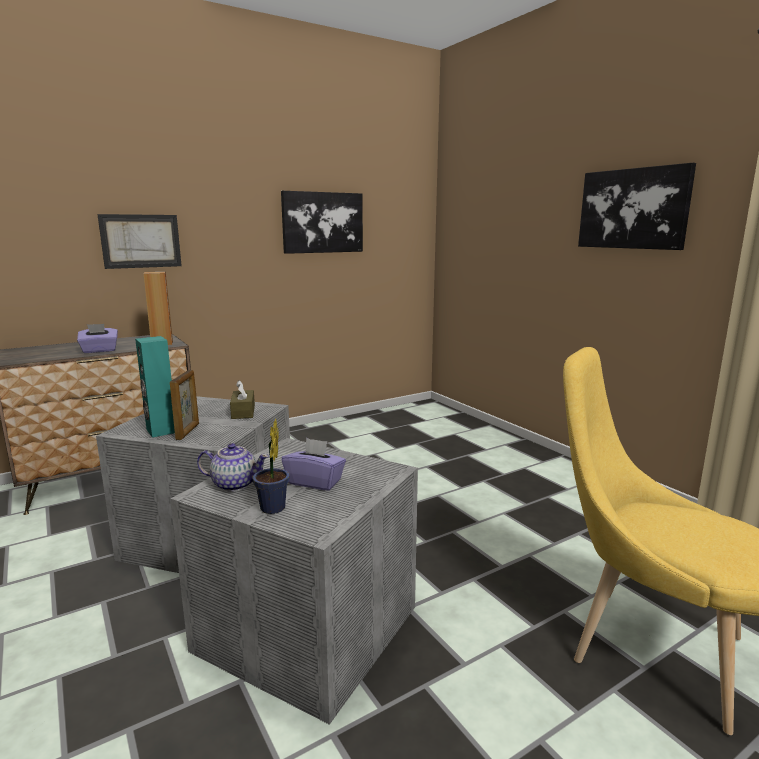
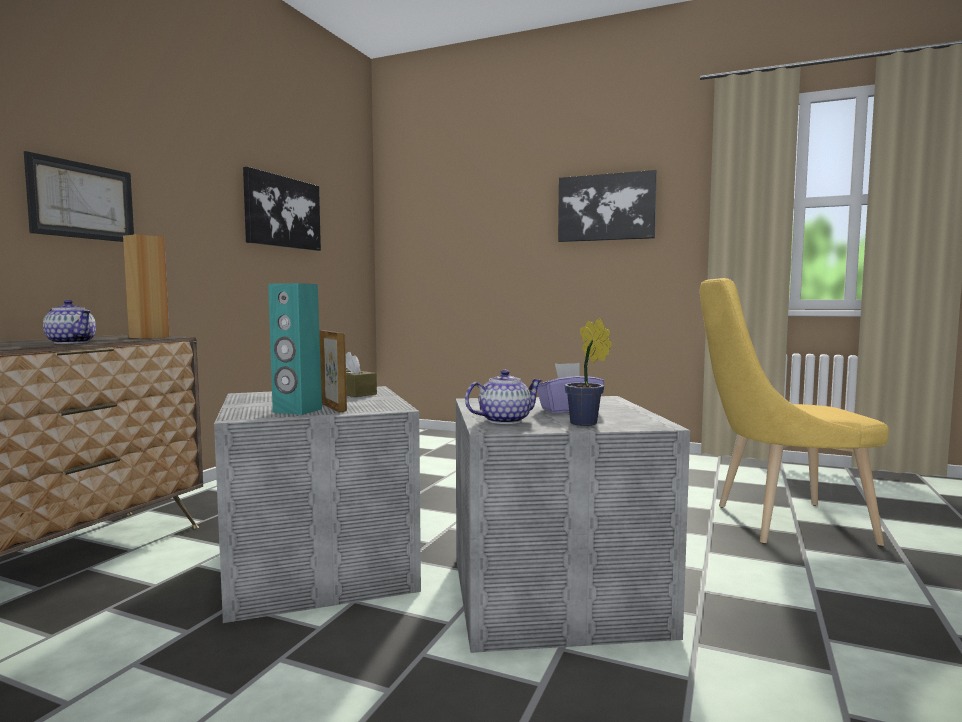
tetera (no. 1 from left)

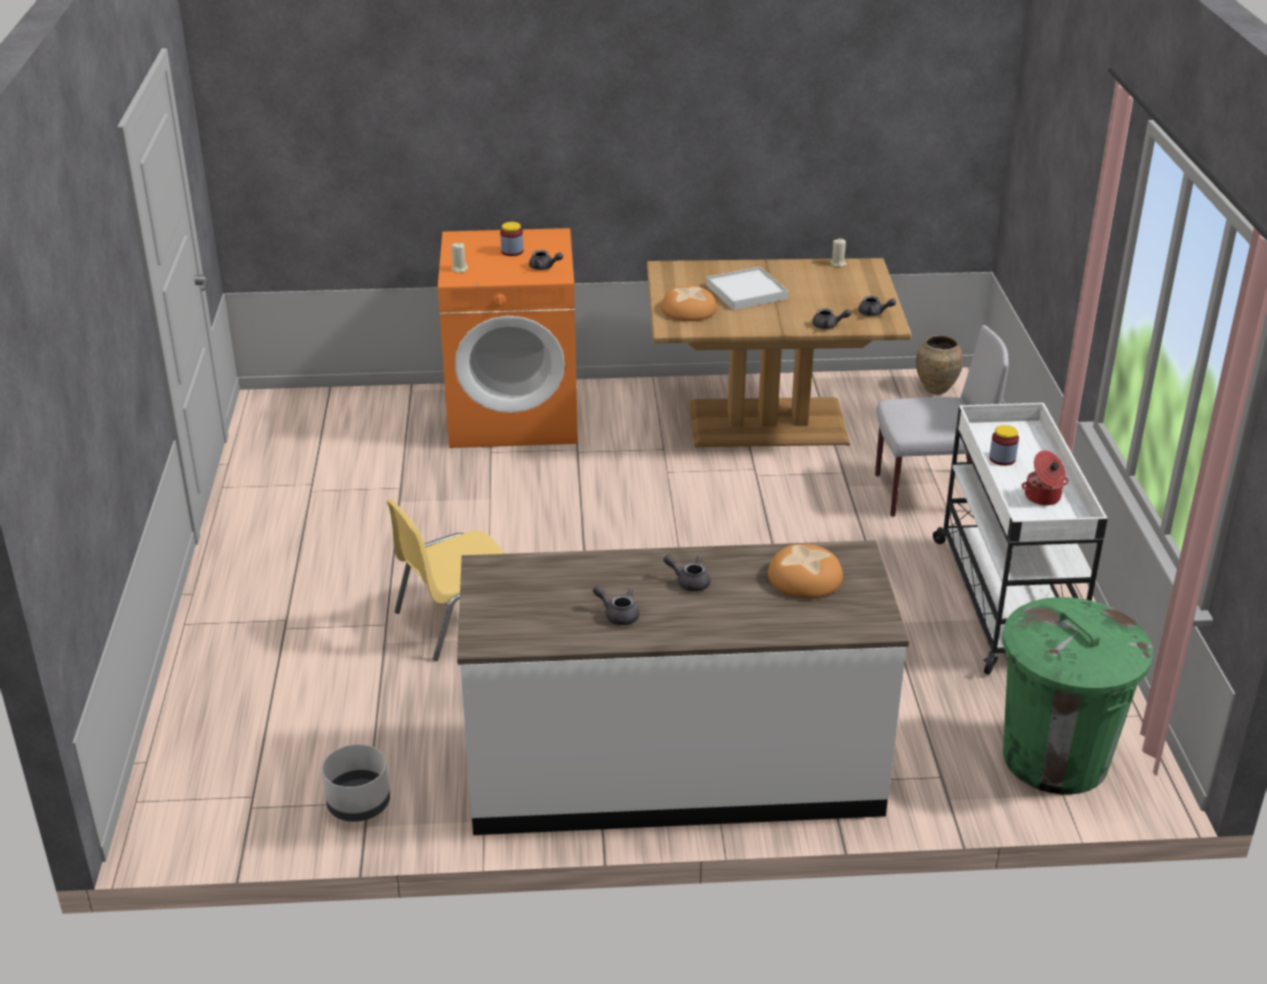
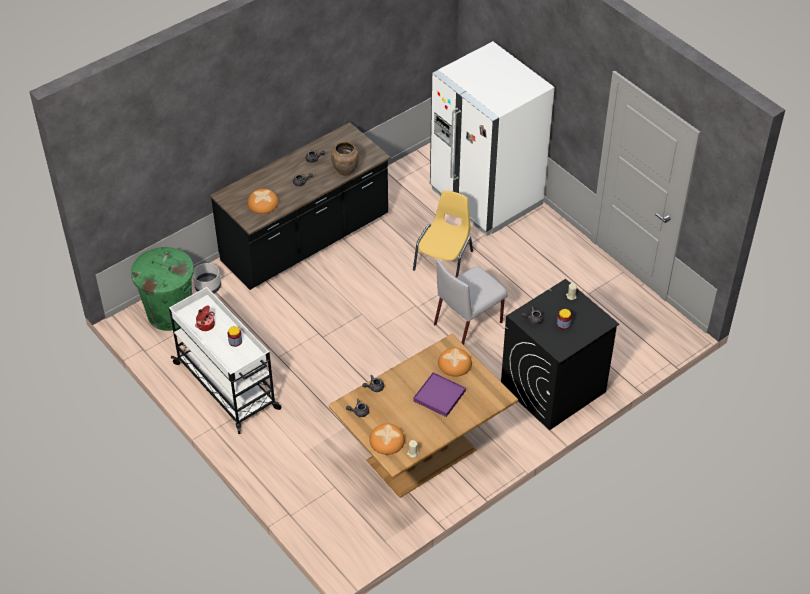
maceta (gris)
lavadora (negro)
mueble bajo de cocina (negro)
bandeja (morado)
silla (gris)
florero (marrón)
pan (no. 2 from left)
nevera (blanco)

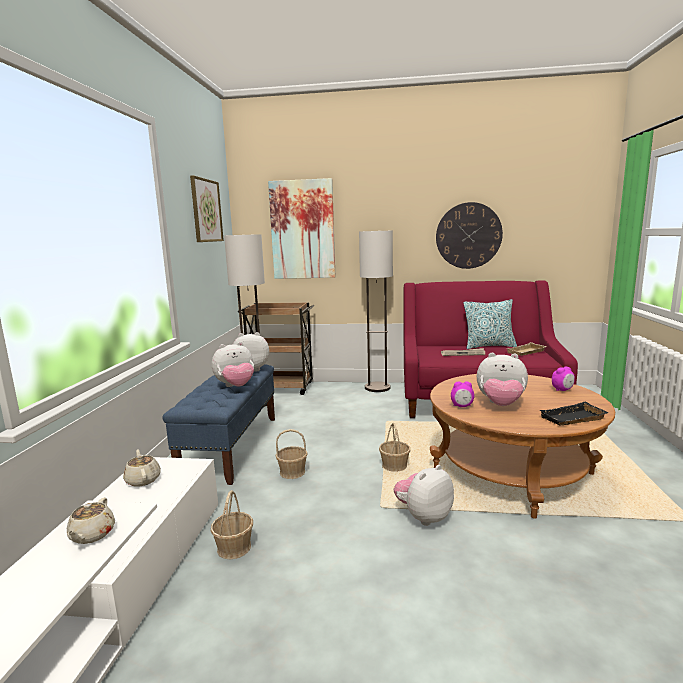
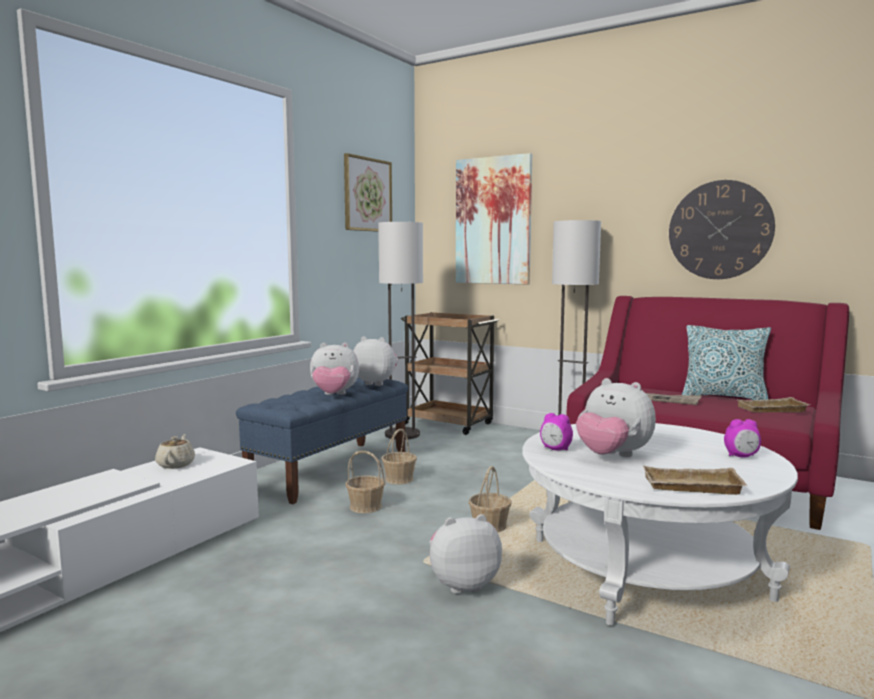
tetera (beis) (no. 1 from left in the first image)
cesta (no. 2 from left)
mesa de centro (blanco)
bandeja (beis) (no. 1 from left)

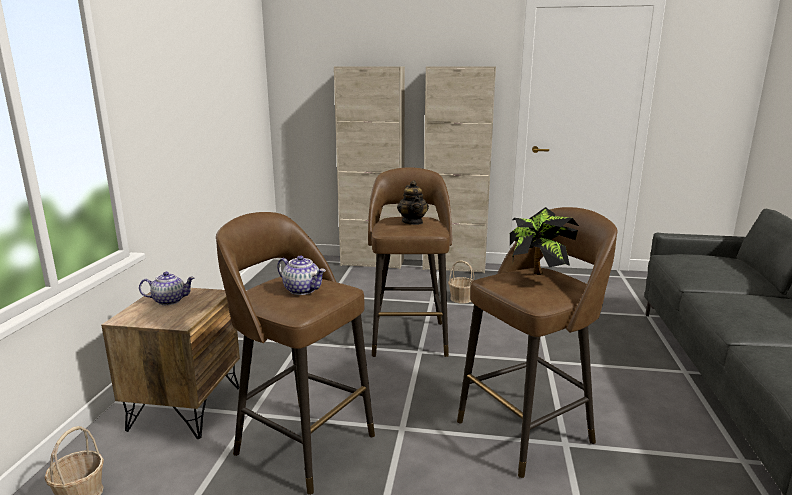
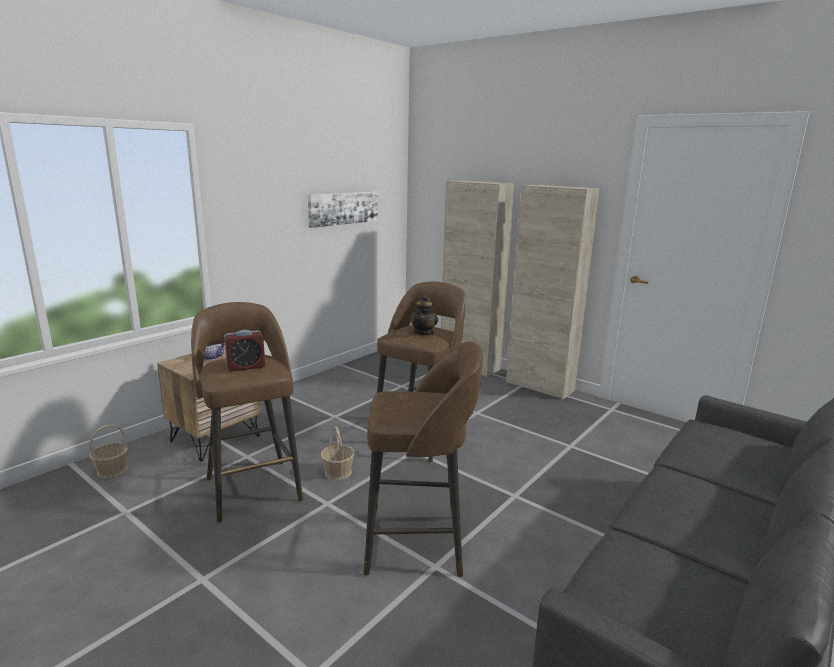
despertador
cesta (no. 2 from left)
planta en maceta
cuadro

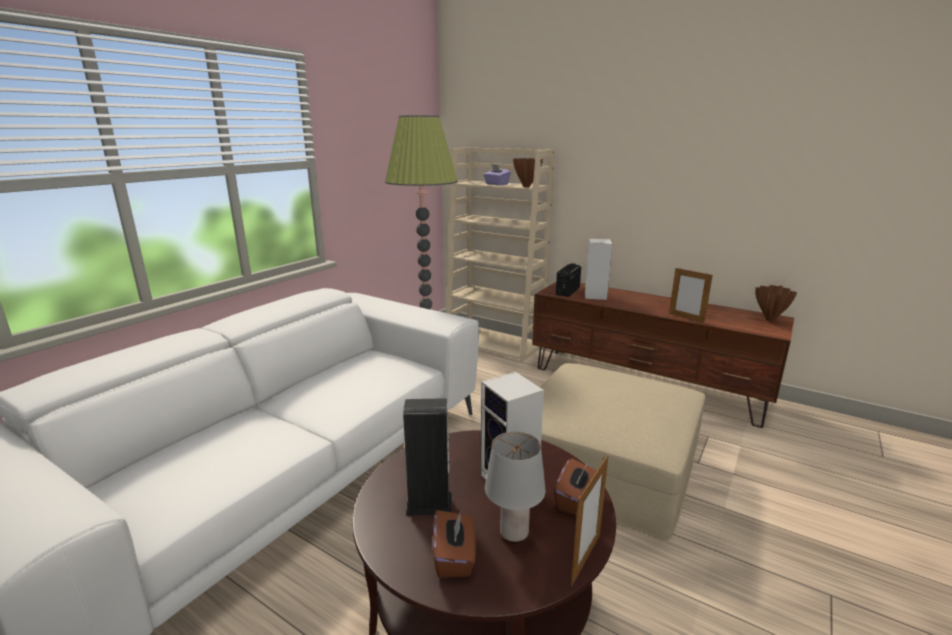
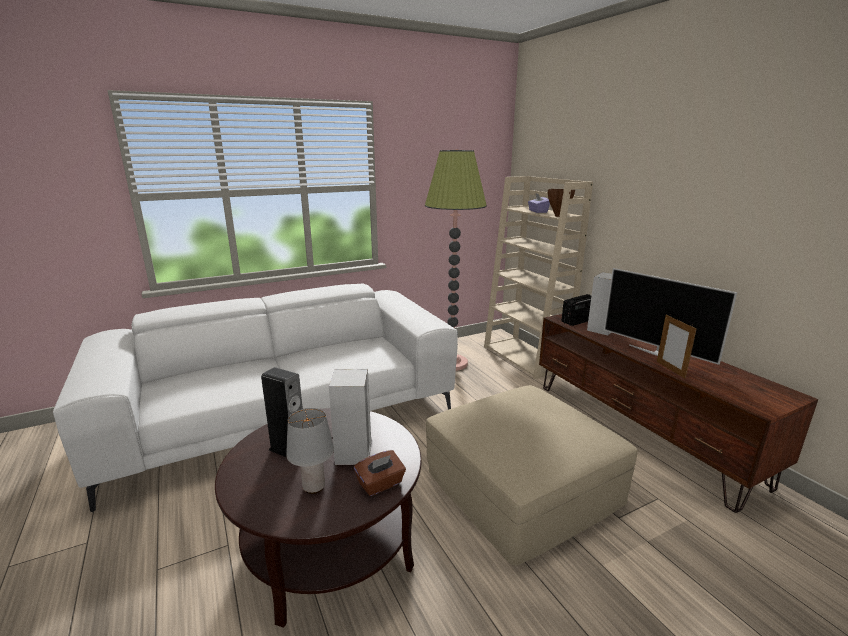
caja de pañuelos (marrón) (no. 1 from left in the first image)
portarretratos (no. 1 from left in the first image)
florero (marrón) (no. 2 from left in the first image)
televisor

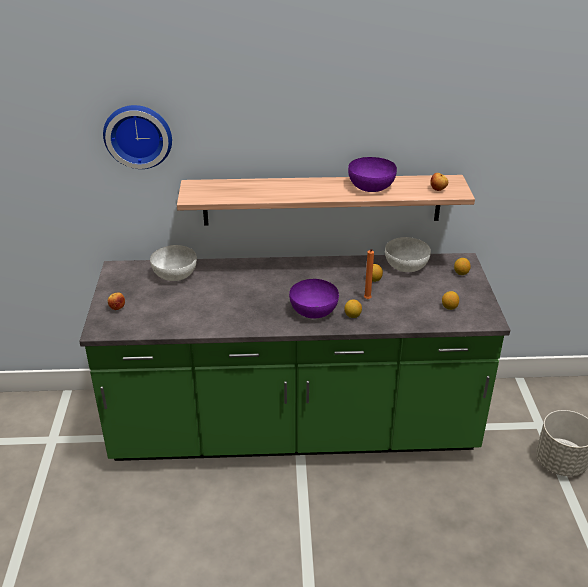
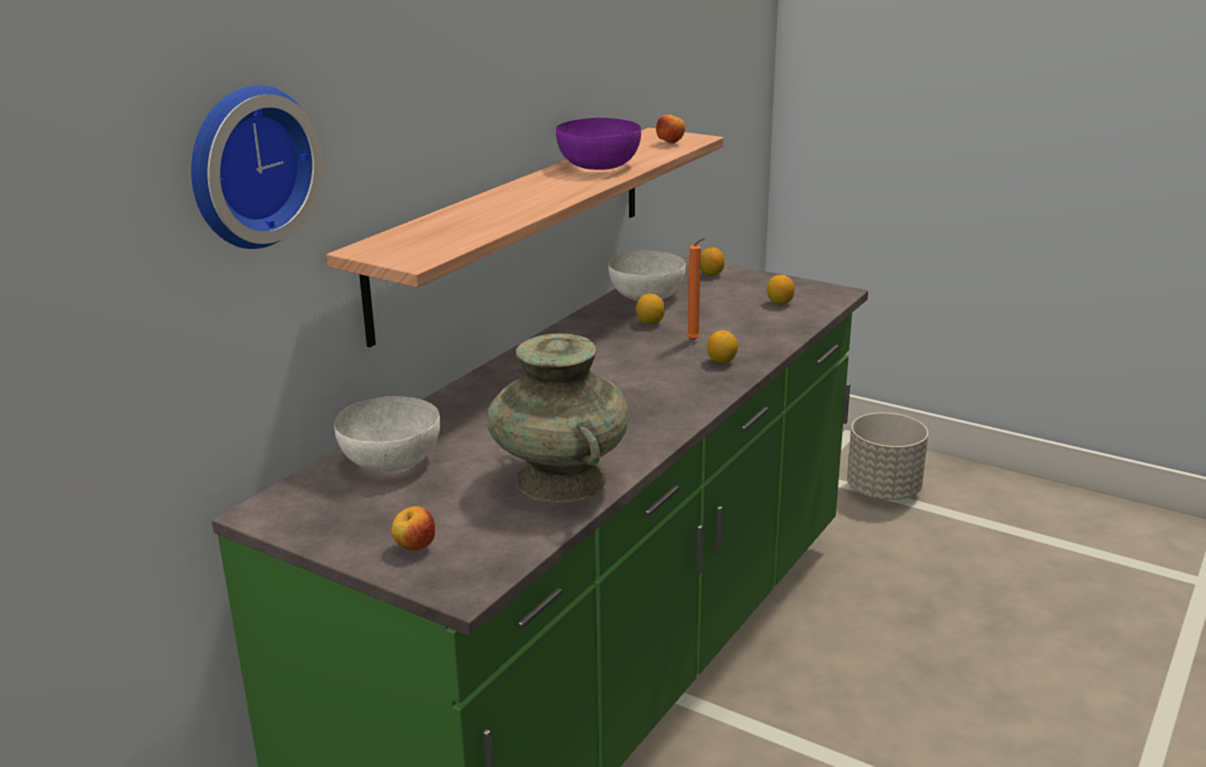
cuenco (morado) (no. 1 from left in the first image)
florero (turquesa)

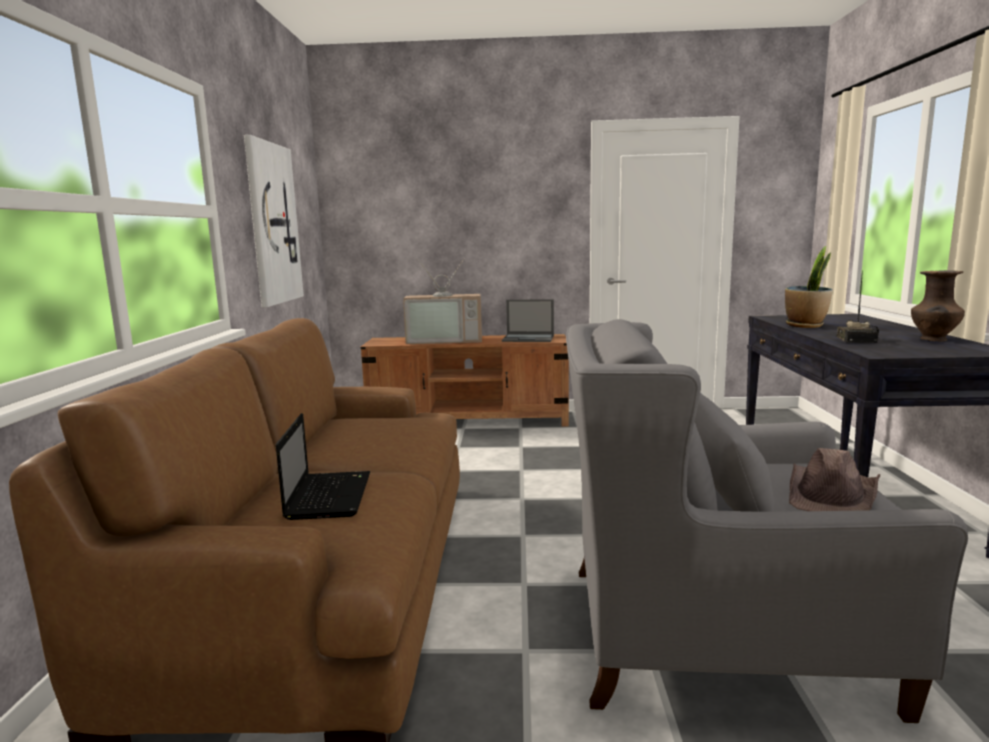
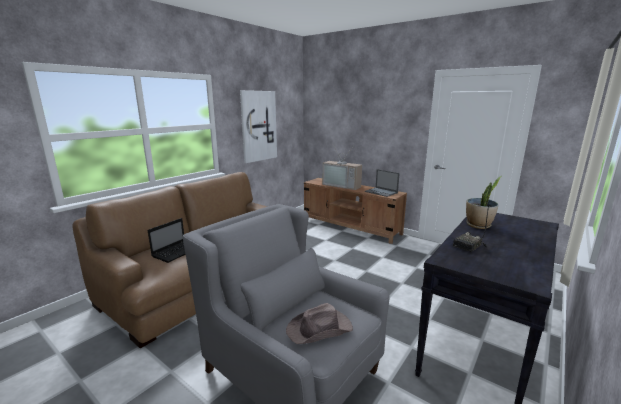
florero (marrón)

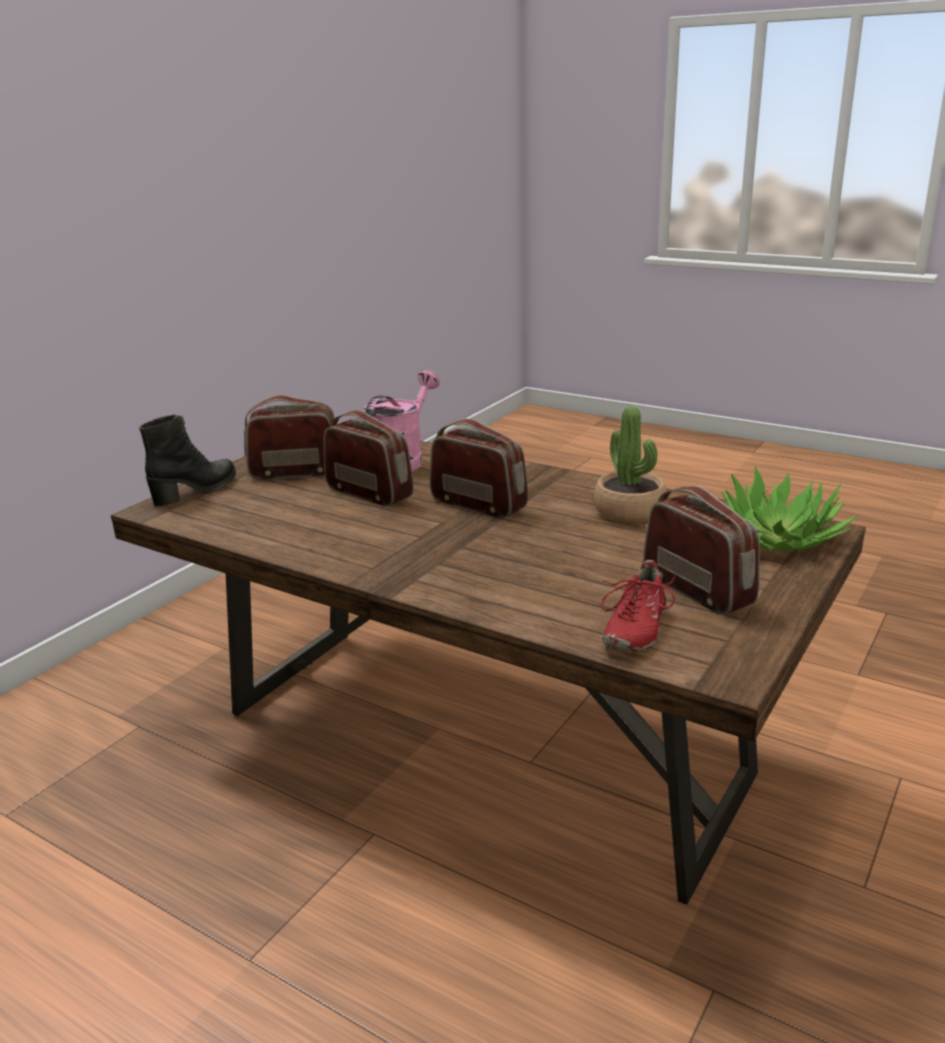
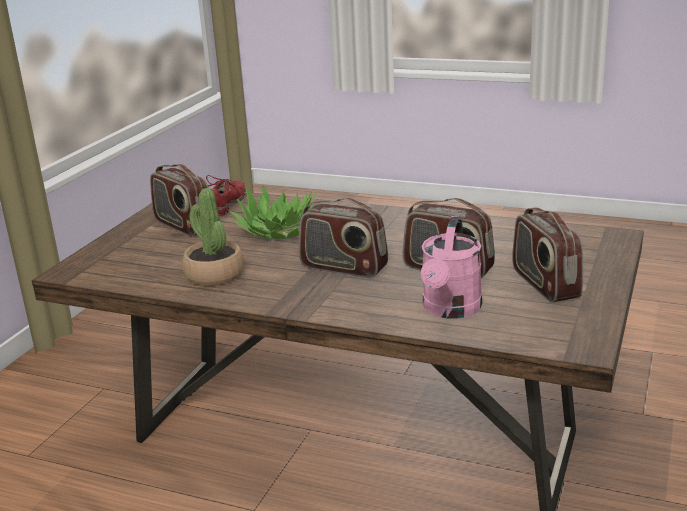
bota (negro)
radio (no. 4 from left)
planta en maceta (no. 2 from left)

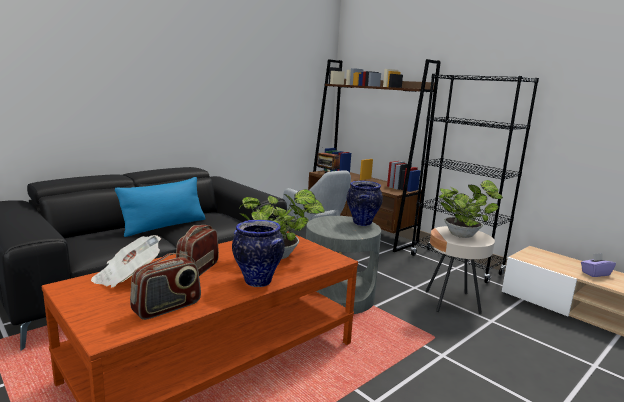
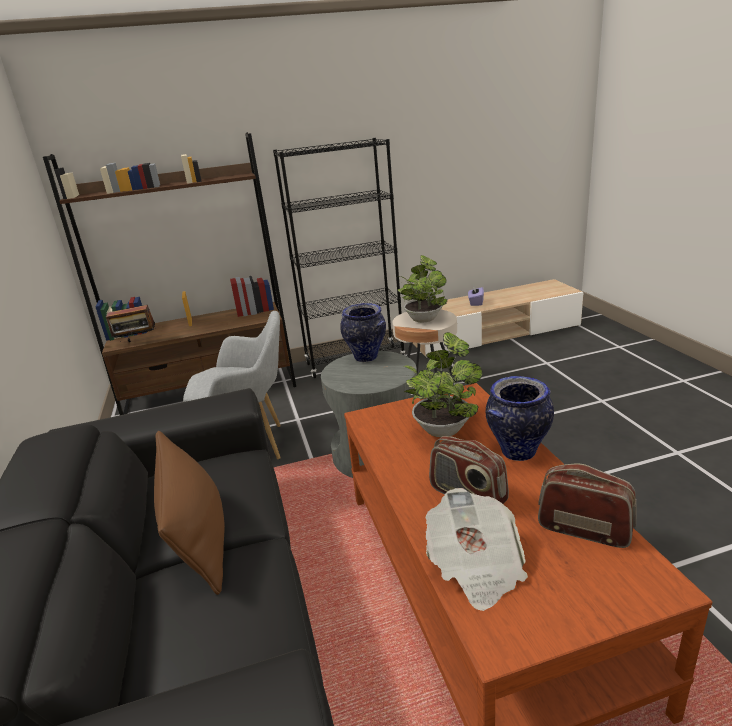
cojín (marrón)
radio (no. 3 from left)

